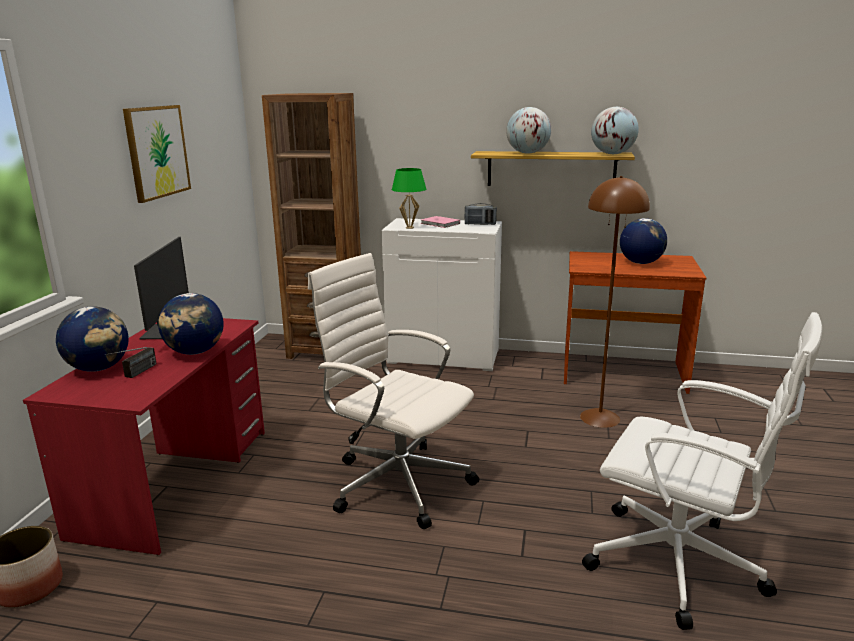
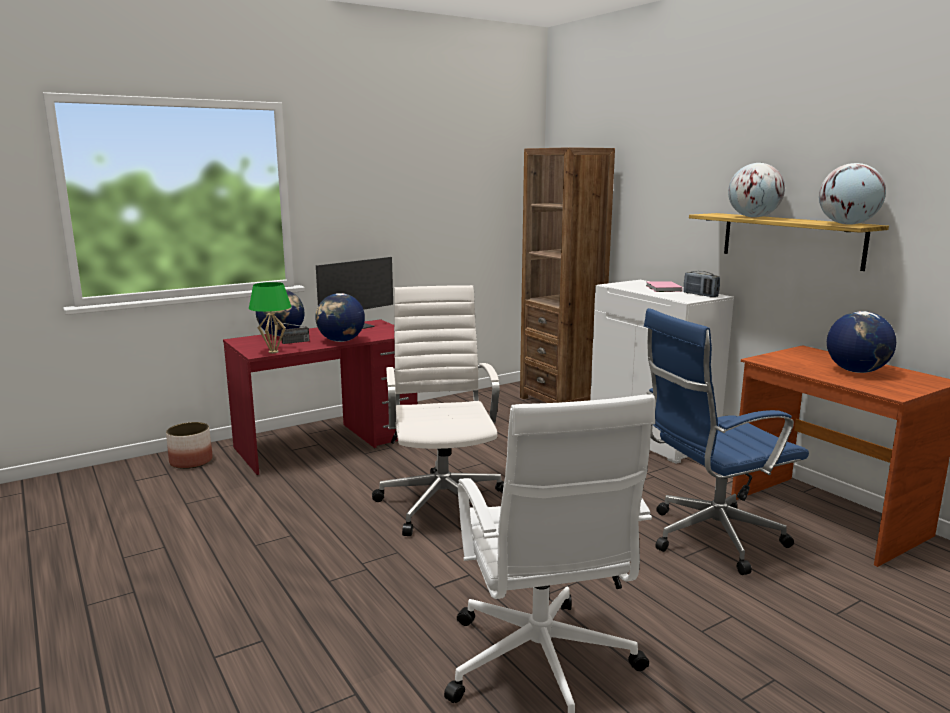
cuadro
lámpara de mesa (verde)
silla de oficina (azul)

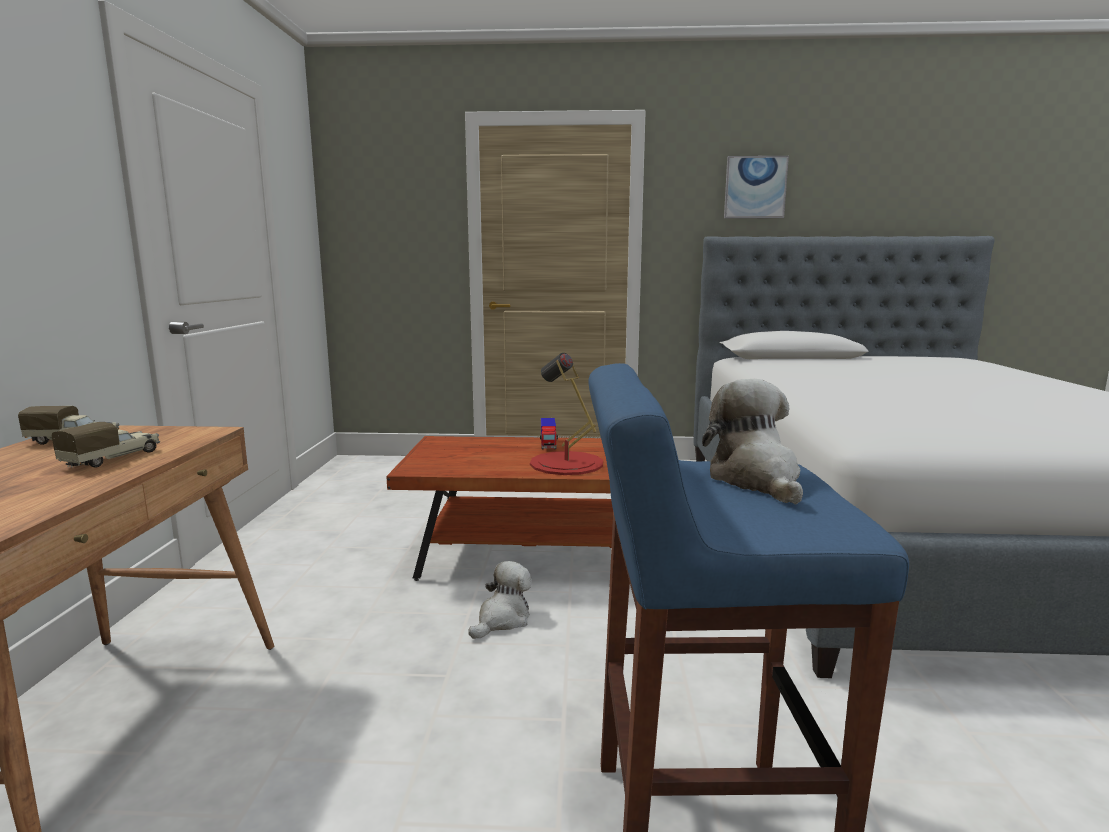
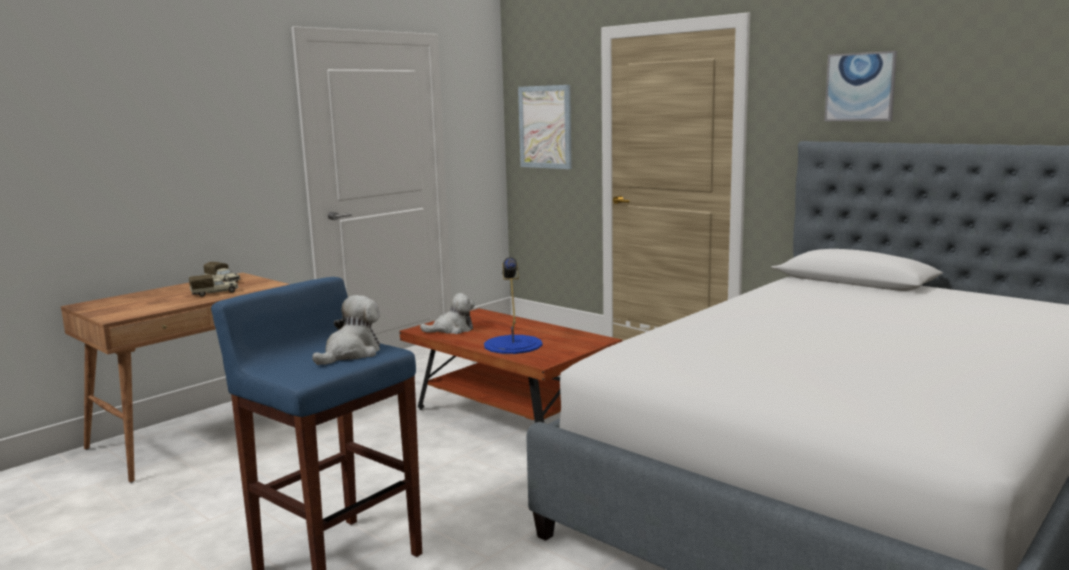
peluche (no. 2 from left)
lámpara de mesa (azul)
camión de juguete (no. 3 from left in the first image)
cuadro (no. 1 from left)

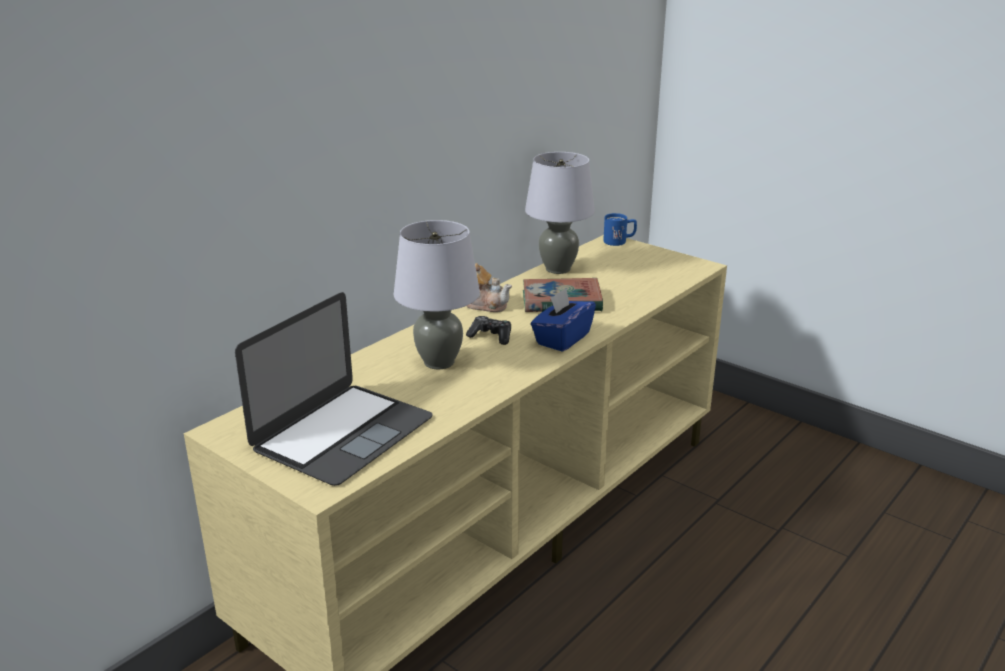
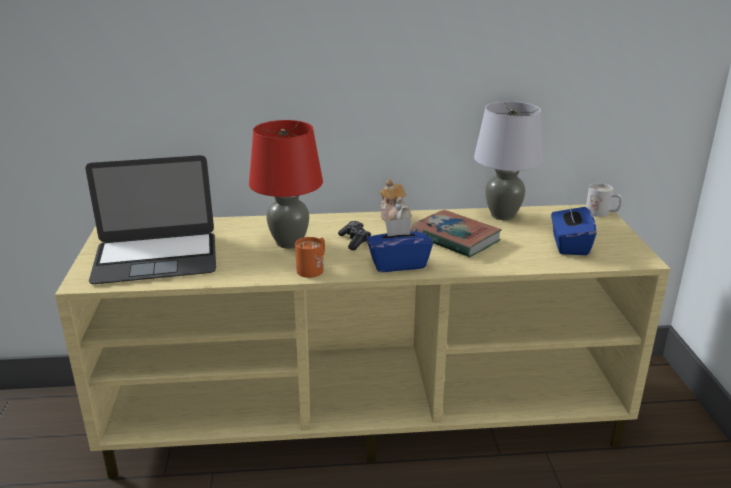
lámpara de mesa (rojo)
taza grande (blanco)
taza grande (naranja)
caja de pañuelos (azul) (no. 2 from left)

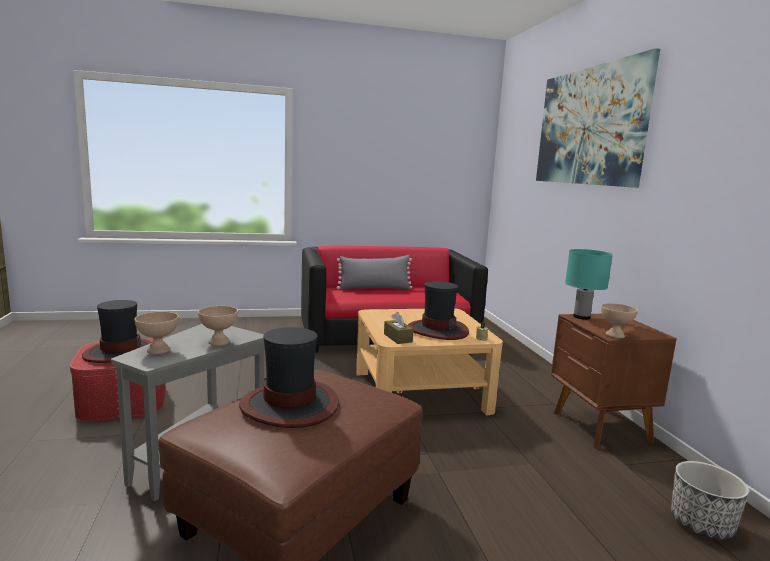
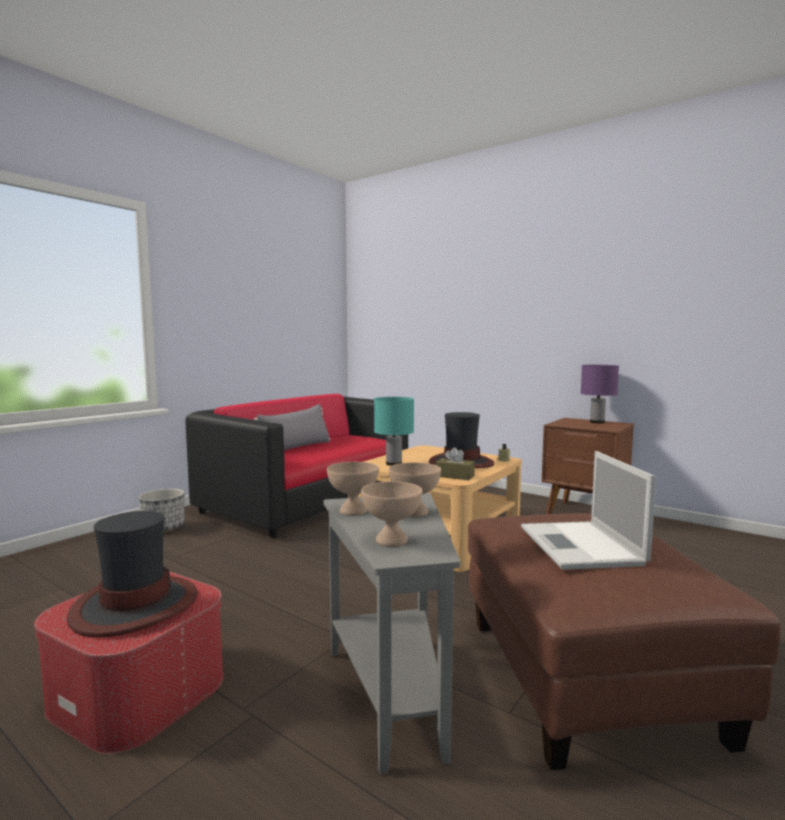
portátil
cuadro
lámpara de mesa (turquesa)
cuenco (beis) (no. 1 from left)
maceta
lámpara de mesa (morado)

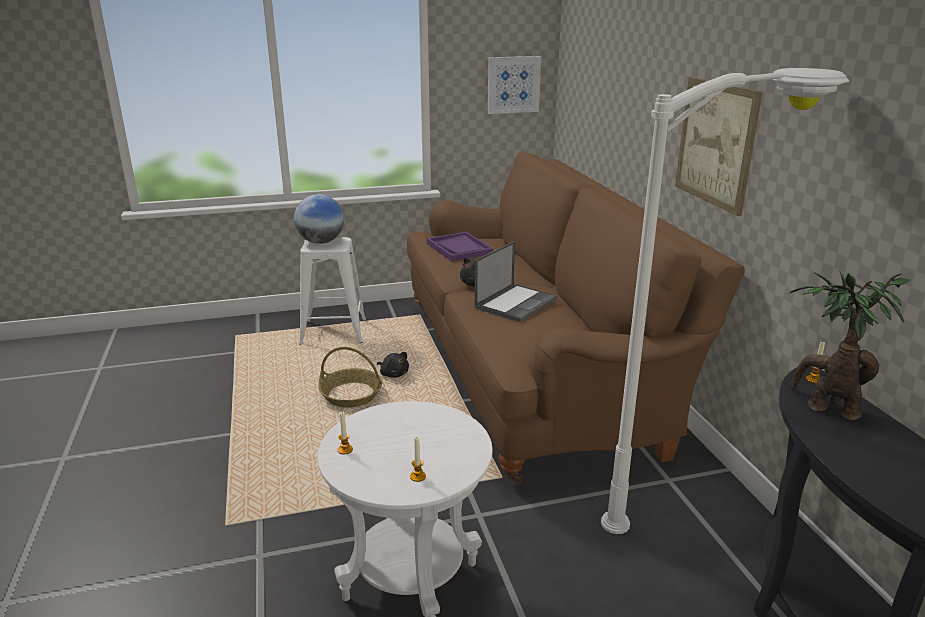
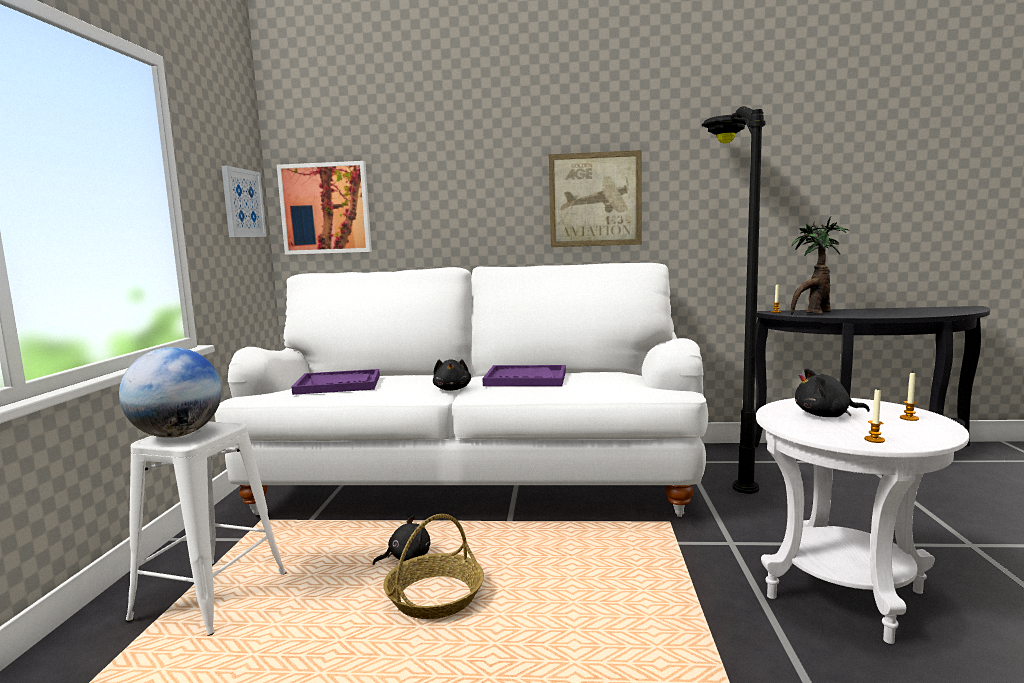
sofá (blanco)
bandeja (morado) (no. 2 from left)
lámpara de pie (negro)
cuadro (no. 2 from left)
peluche (negro) (no. 3 from left)

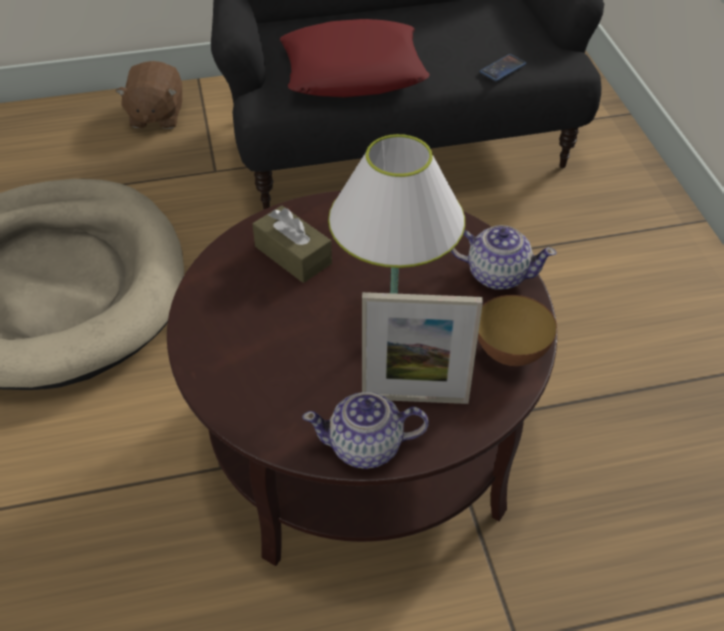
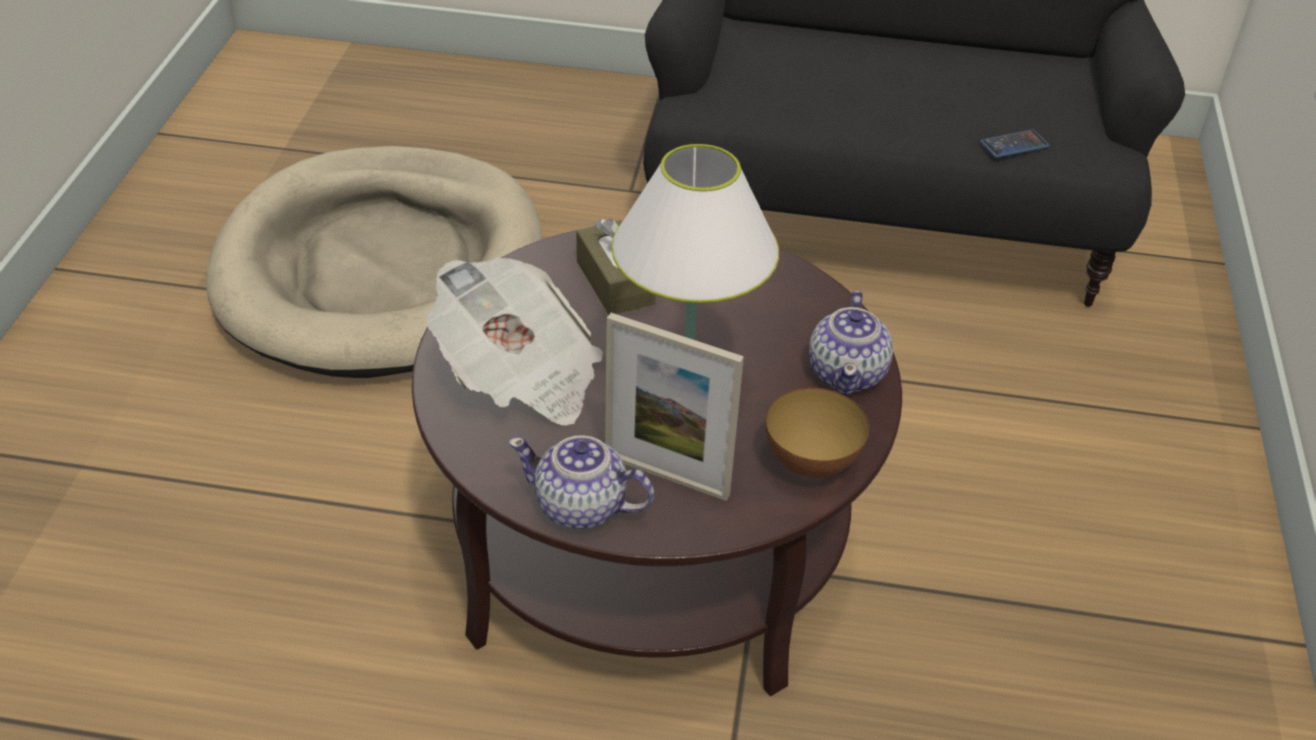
peluche (marrón)
cojín (rojo)
tetera (no. 2 from left)
periódico

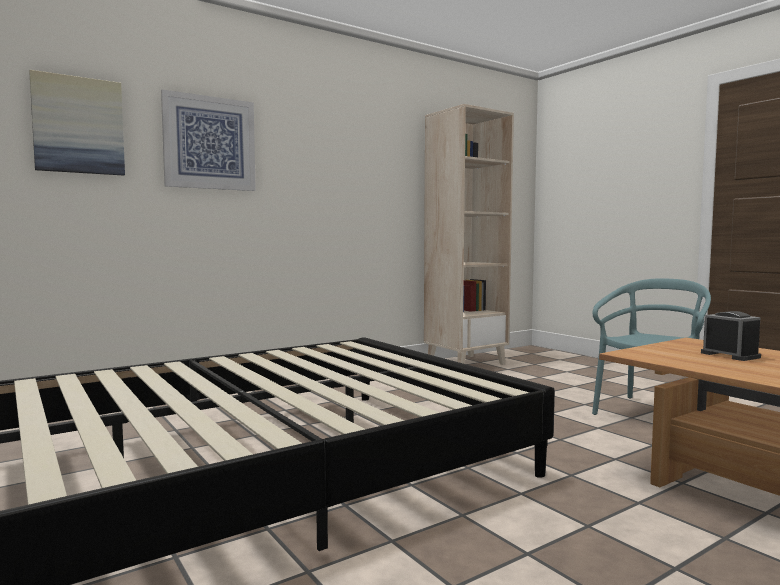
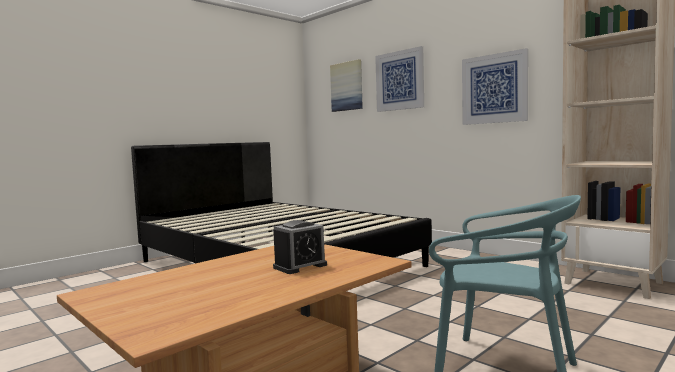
cuadro (no. 3 from left)

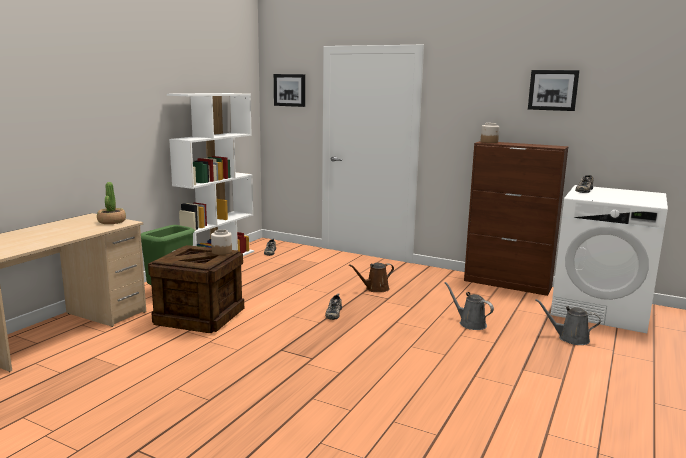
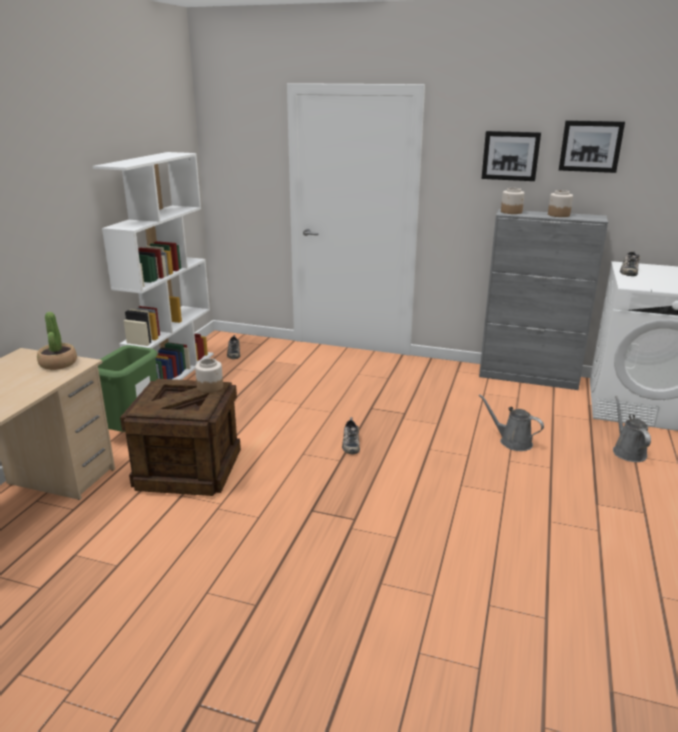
cuadro (no. 1 from left)
regadera (marrón)
armario (gris)
regadera (gris) (no. 2 from left)
tarro (no. 3 from left)

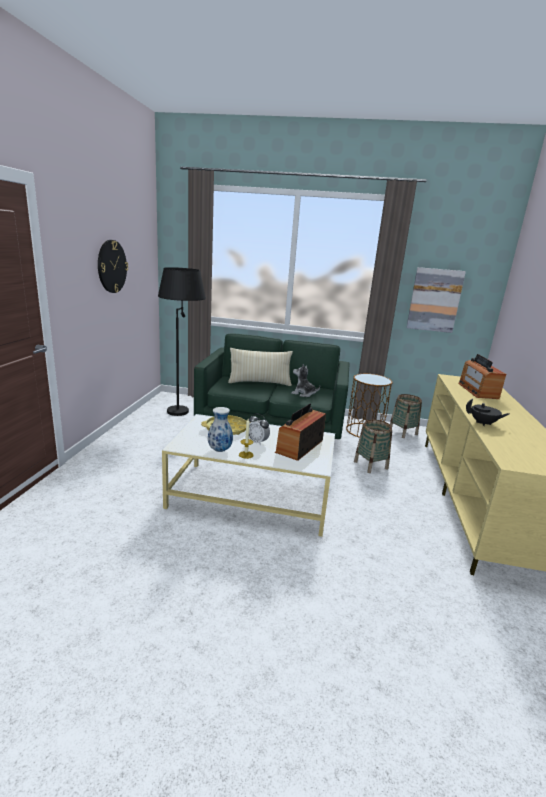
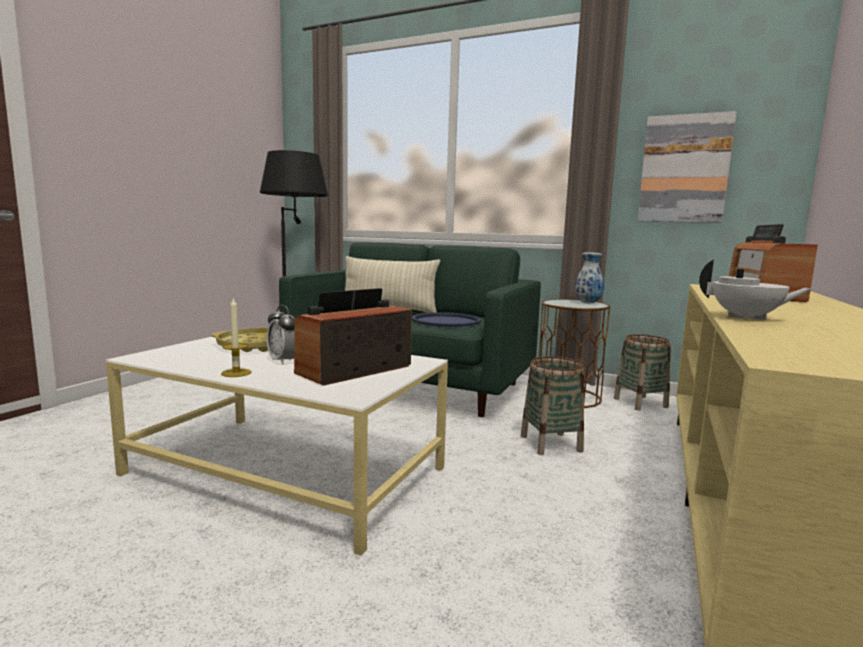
reloj de pared
florero
bandeja (azul)
tetera (blanco)

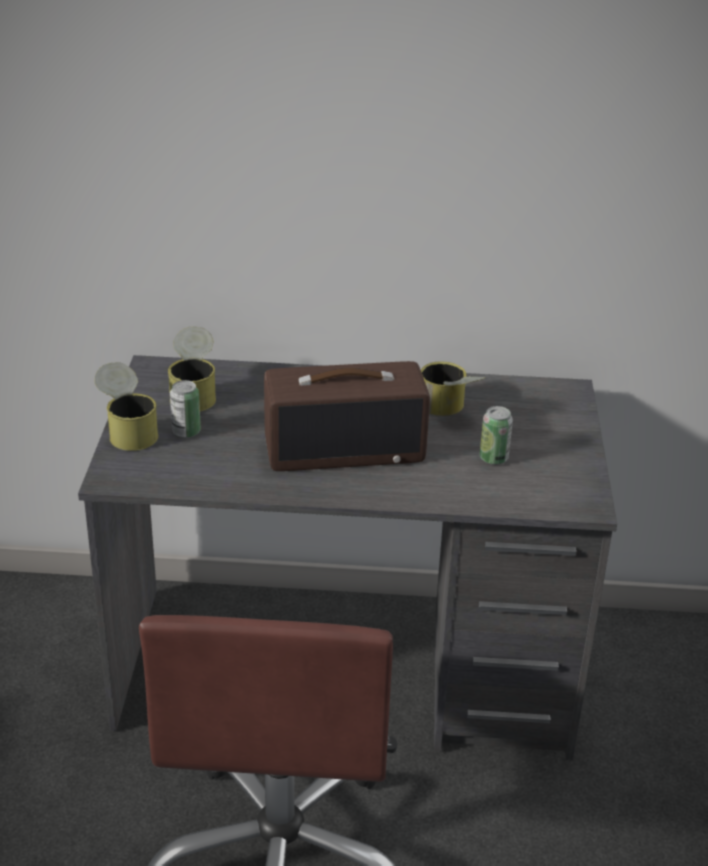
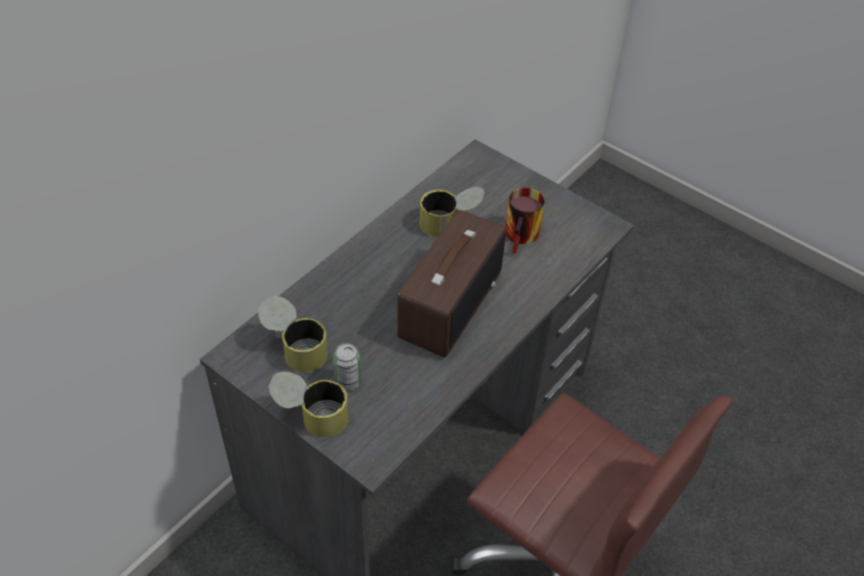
taza grande

